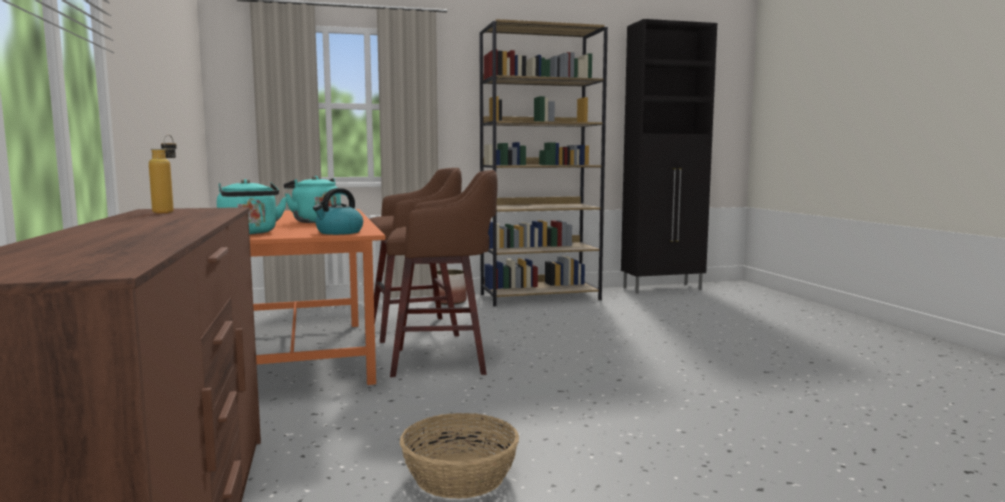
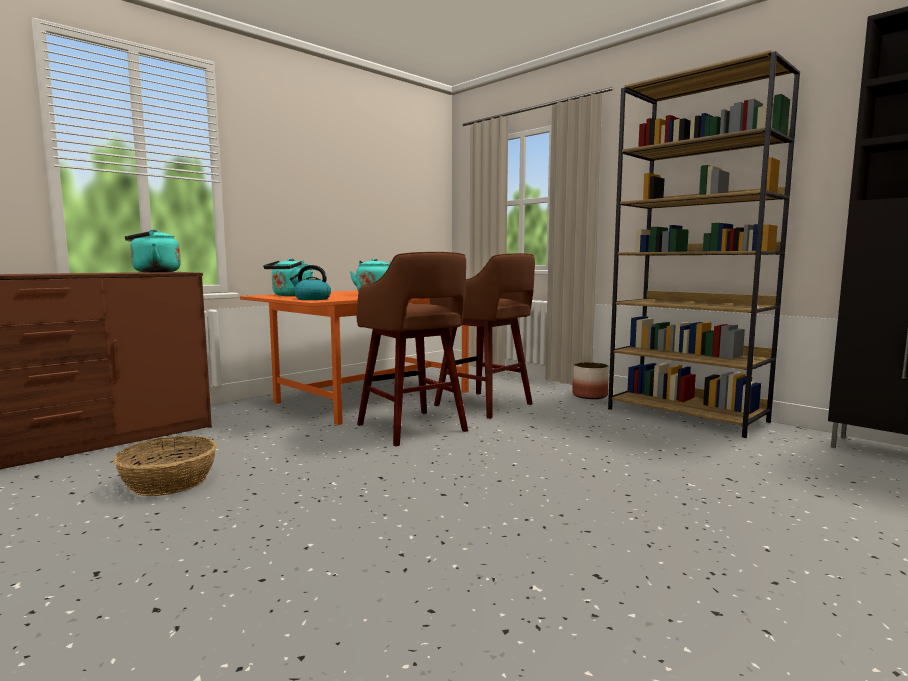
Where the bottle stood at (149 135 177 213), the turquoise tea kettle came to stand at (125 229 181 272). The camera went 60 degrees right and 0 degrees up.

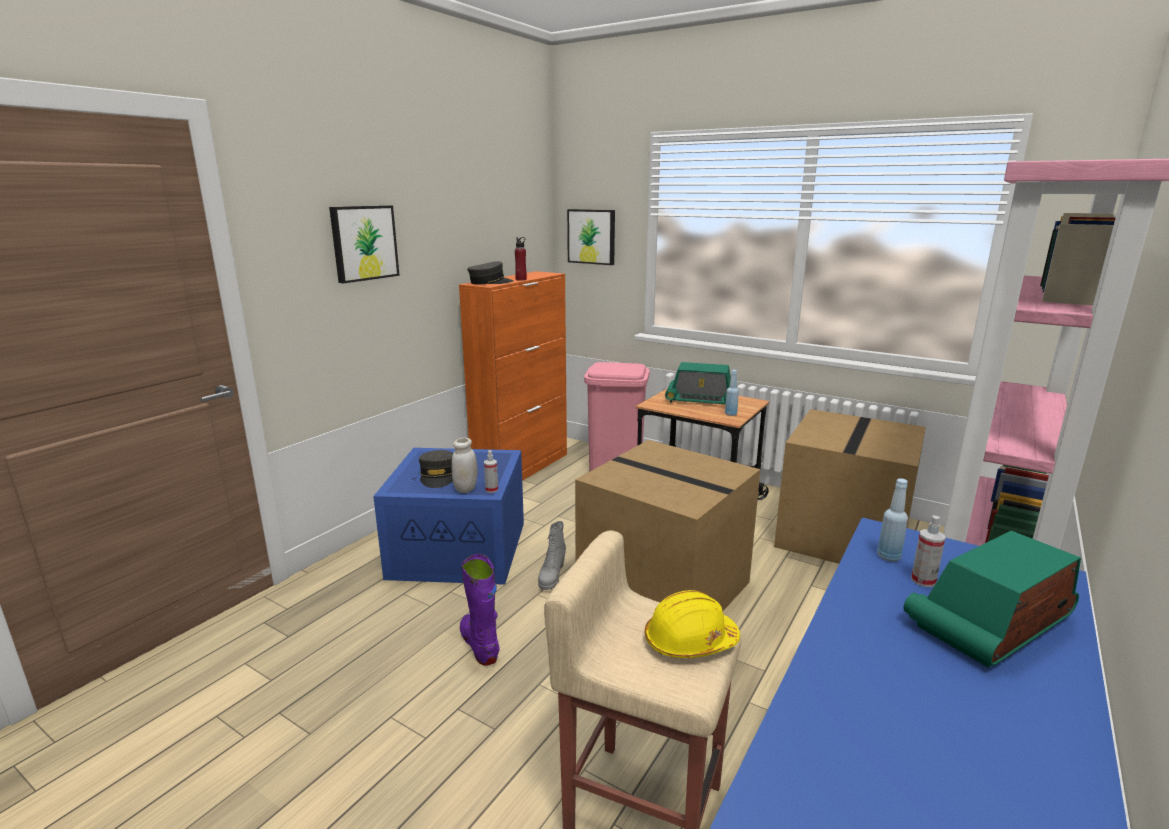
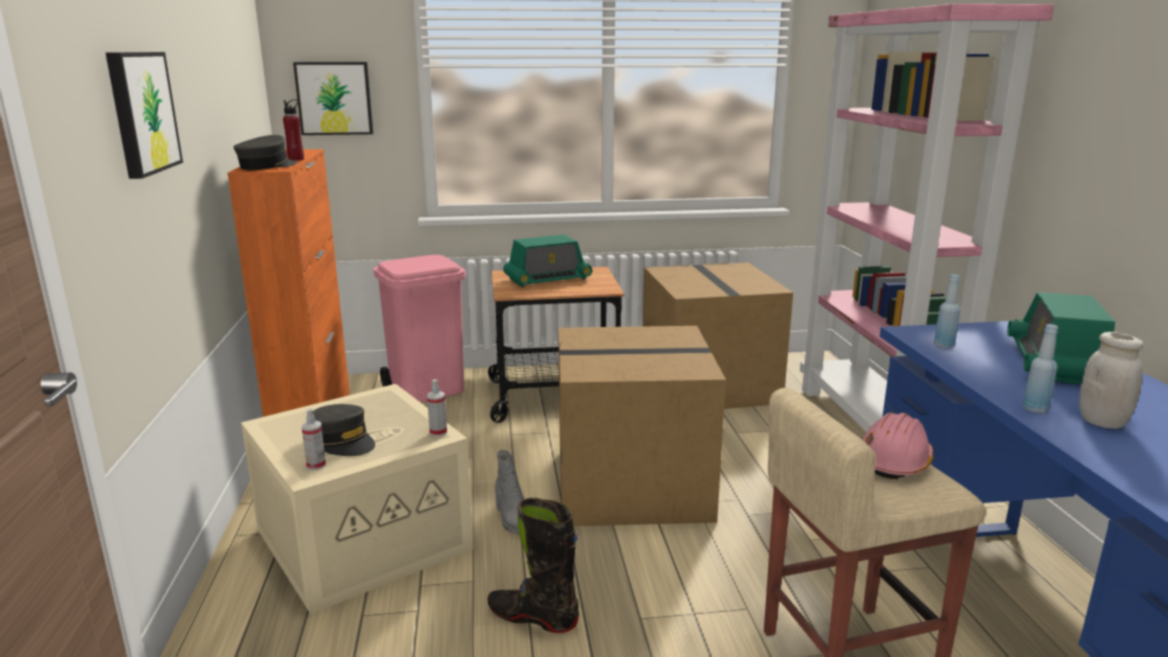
The blue-coloured bottle ended up elsewhere, having gone from (725 370 739 416) to (1023 324 1058 413). The white storage jar ended up elsewhere, having gone from (451 438 478 493) to (1079 332 1144 429). What was the blue-coloured storage container at (373 448 524 585) turned into the beige-coloured storage container at (241 384 473 614). The hand sprayer ended up elsewhere, having gone from (911 515 945 587) to (301 409 326 470). What was the purple-coloured high-top boot at (460 554 500 666) turned into the black-coloured high-top boot at (487 498 579 633). What was the yellow work helmet at (645 590 740 658) turned into the pink work helmet at (863 412 934 479). The camera went 40 degrees left and 0 degrees up.

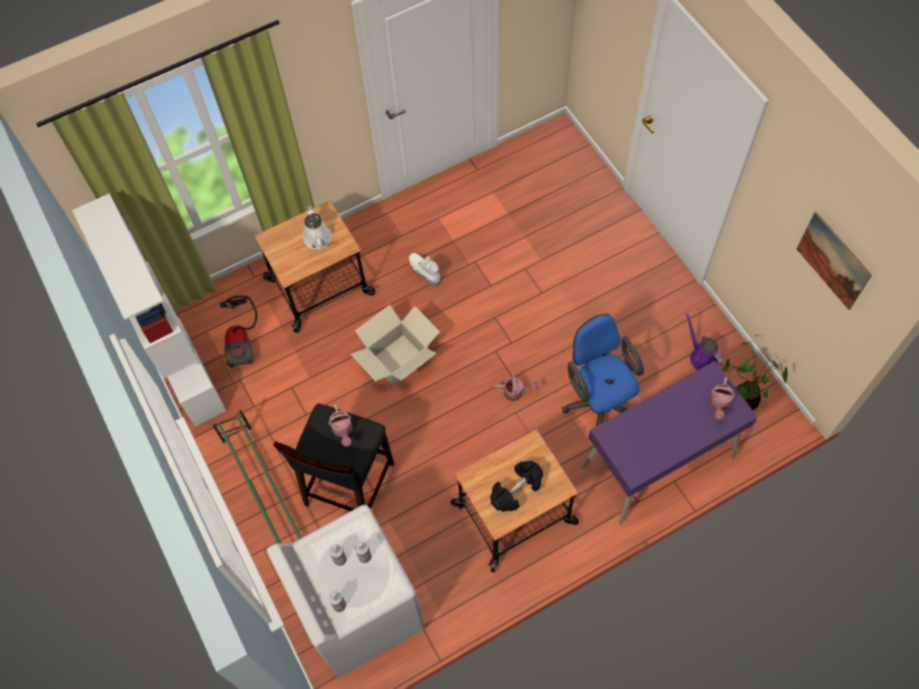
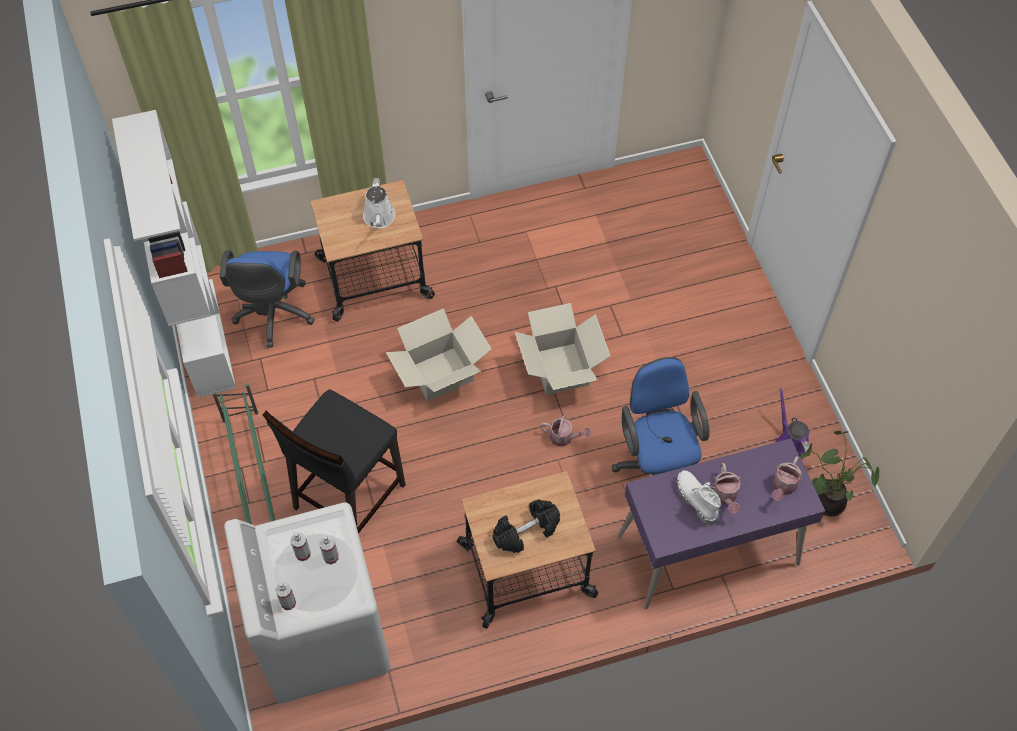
The second view lost the wall art at (797 212 872 310). The white high-top boot ended up elsewhere, having gone from (409 253 440 286) to (677 470 721 525). Where the vacuum stood at (220 295 257 368), the blue-coloured desk chair came to stand at (220 250 315 348). The watering can ended up elsewhere, having gone from (328 403 353 446) to (713 463 742 514). The second view gained the carton at (515 303 610 395). The camera went 10 degrees right and 5 degrees down.

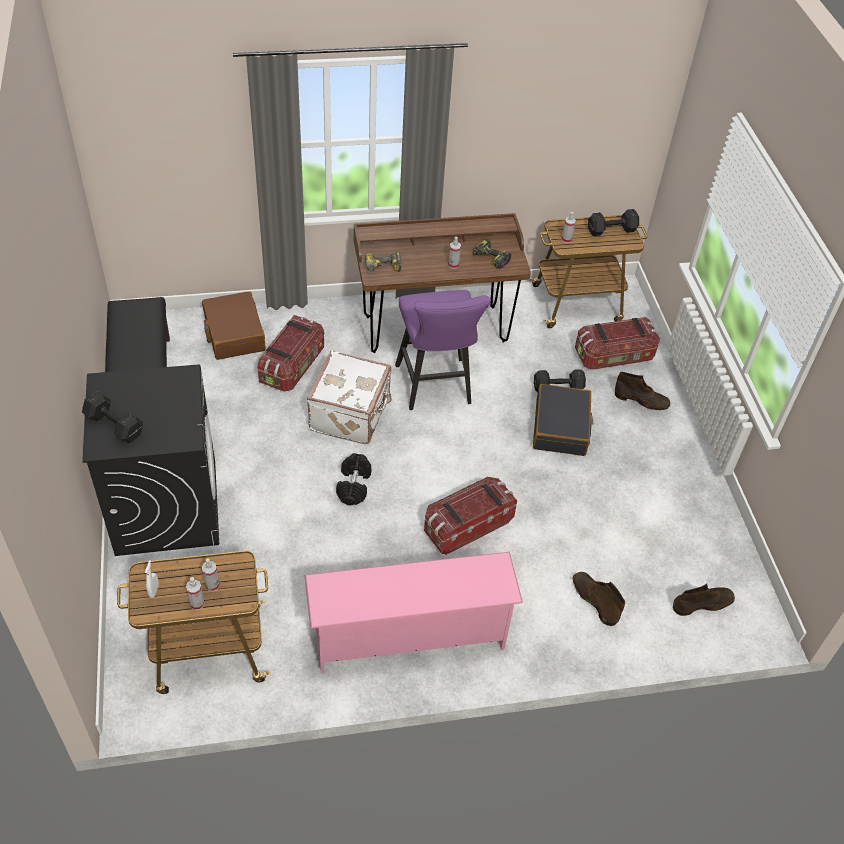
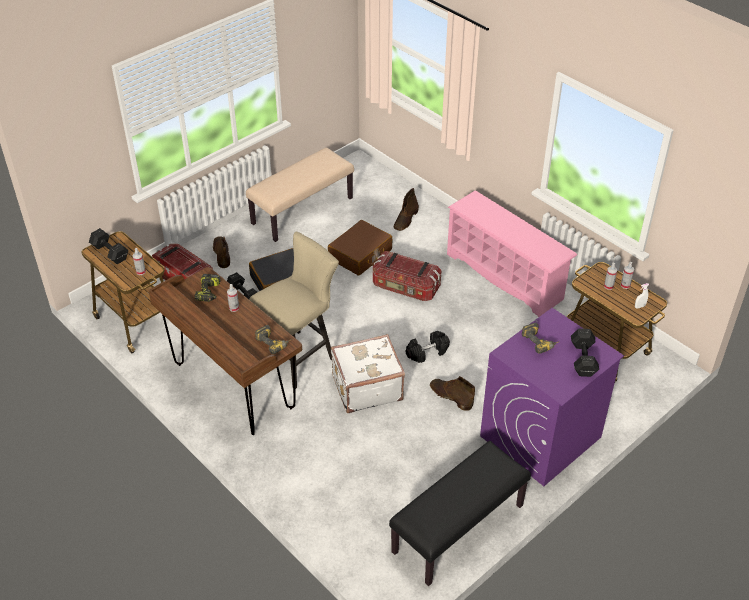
What was the purple-coloured stool at (395 290 491 410) turned into the beige-coloured stool at (249 232 339 389). The brown suitcase ended up elsewhere, having gone from (202 291 265 360) to (328 220 392 276). The second view lost the storage container at (257 315 324 392). What was the black-coloured washing machine at (82 364 219 556) turned into the purple-coloured washing machine at (480 308 624 486). The brown high-top boot ended up elsewhere, having gone from (673 584 735 616) to (430 376 475 411). The second view gained the beige-coloured indoor bench at (246 148 354 242). The second view gained the drill at (521 322 560 354). The camera went 120 degrees left and 5 degrees down.

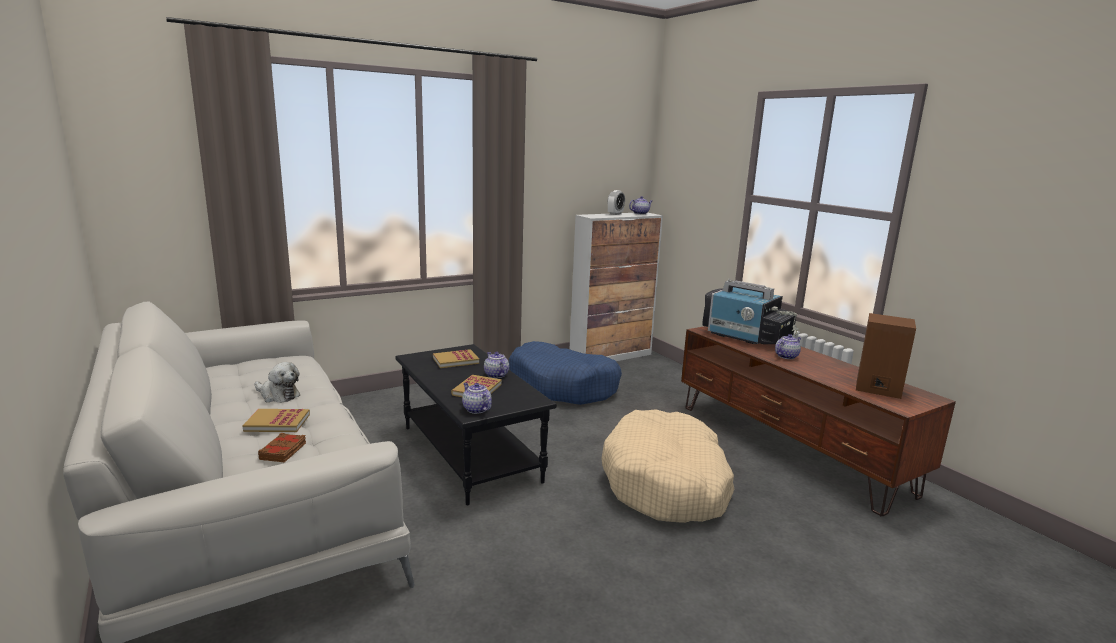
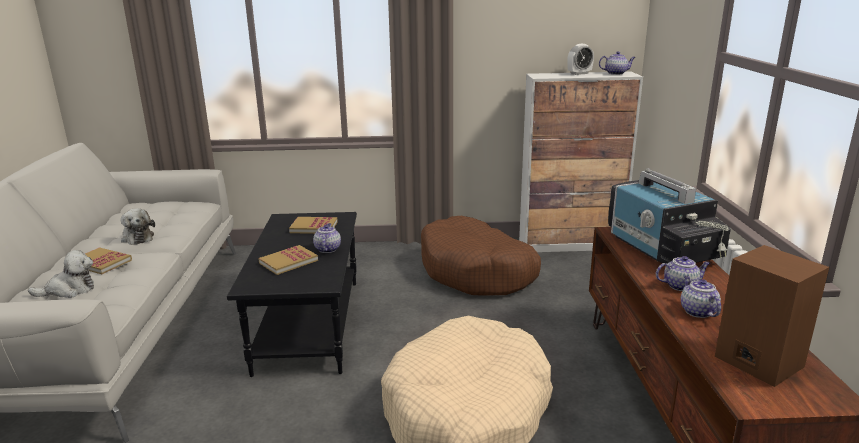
What was the blue-coloured dog bed at (509 341 622 405) turned into the brown dog bed at (421 216 541 295). The tea pot ended up elsewhere, having gone from (462 383 492 414) to (681 275 721 318). Where the brown bound book stood at (258 433 306 462), the soft toy came to stand at (28 250 94 298). The camera went 30 degrees right and 5 degrees up.

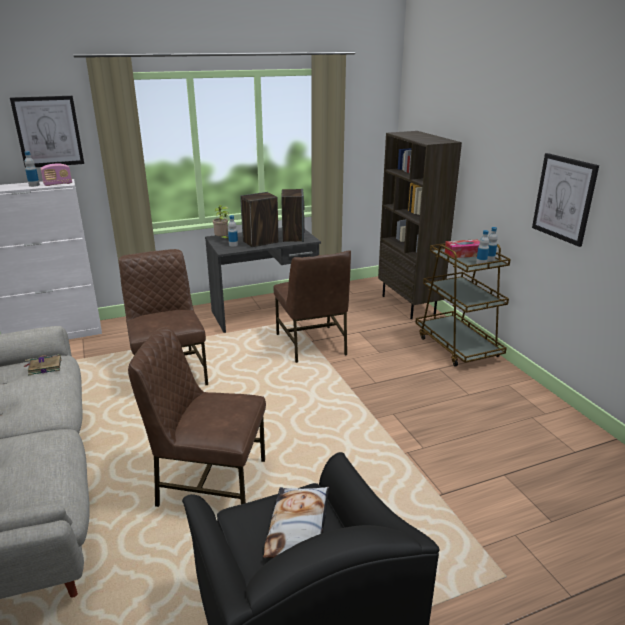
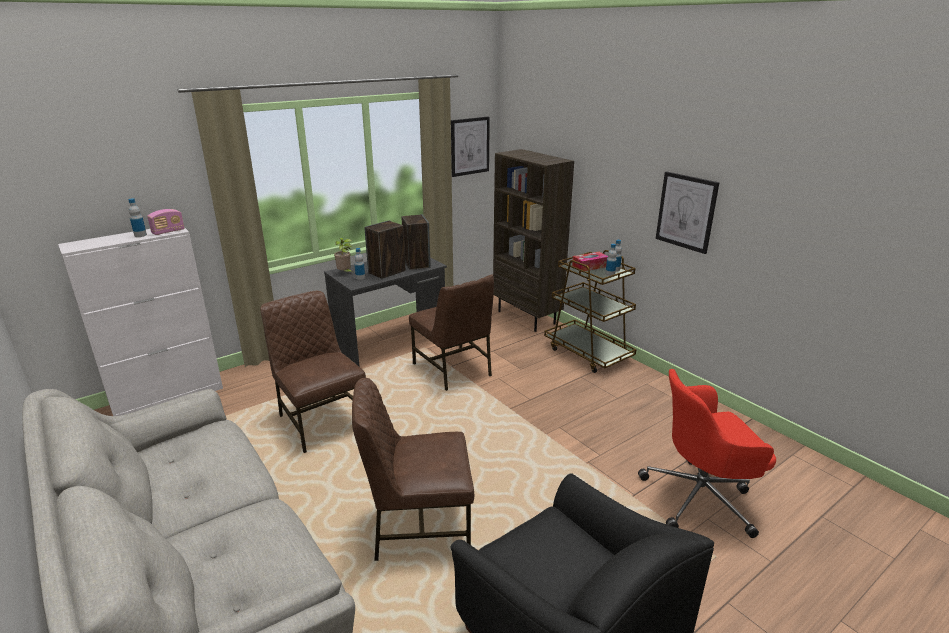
The wall art ended up elsewhere, having gone from (10 96 84 168) to (451 117 490 177). The second view lost the bound book at (24 354 62 375). The second view lost the pillow at (263 487 329 558). The second view gained the red desk chair at (638 369 776 538). The camera went 15 degrees left and 0 degrees up.

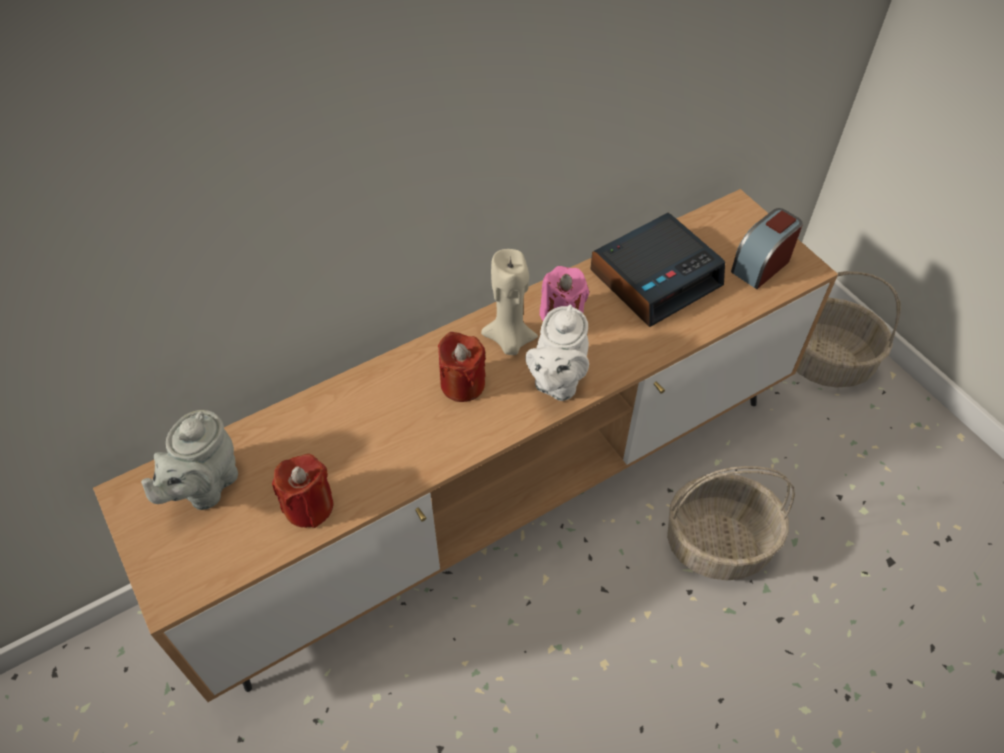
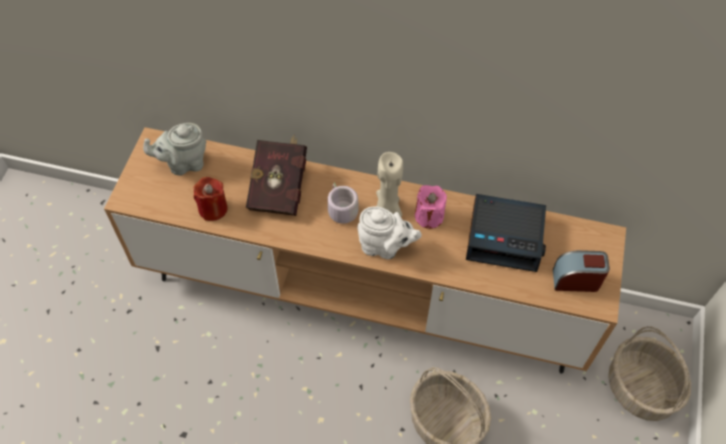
The white tea pot at (525 304 589 401) ended up facing another way, 135 degrees counterclockwise from before. Where the red wax candle stood at (438 332 486 402), the grey mug came to stand at (328 182 359 232). The second view gained the red bound book at (246 134 307 216). The camera went 45 degrees right and 5 degrees up.

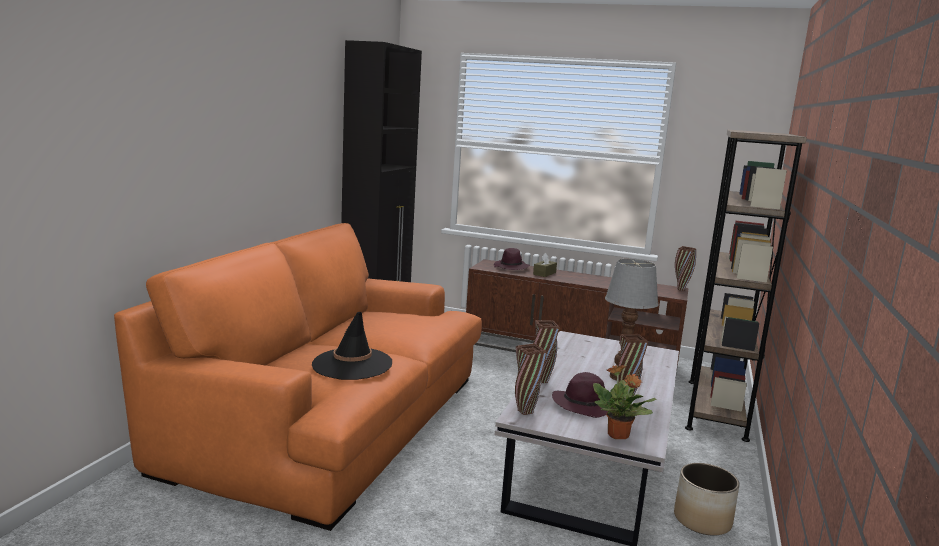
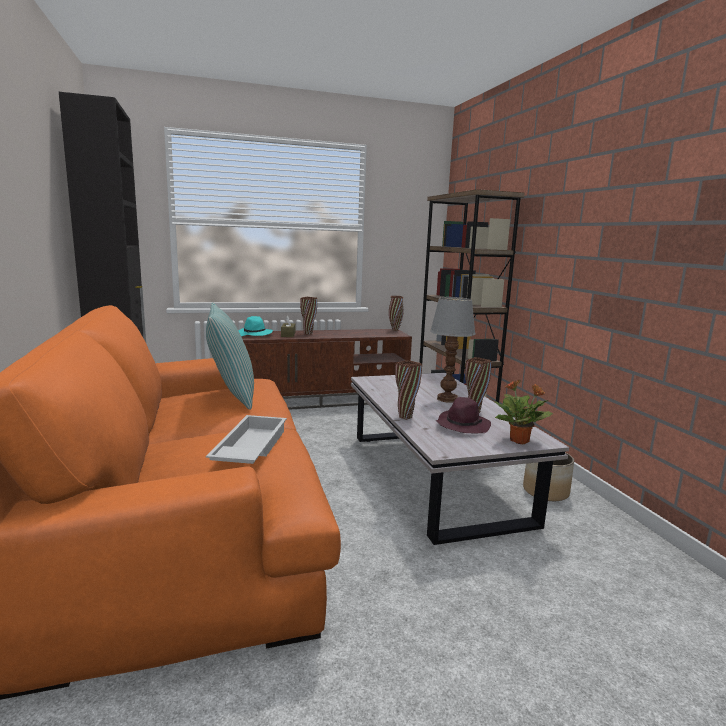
What was the purple-coloured wearable hat at (494 248 530 270) turned into the turquoise wearable hat at (238 316 273 336). Where the black-coloured wearable hat stood at (312 312 392 380), the white serving tray came to stand at (206 415 287 464). The brown flower vase ended up elsewhere, having gone from (515 343 547 415) to (300 297 317 335). The second view gained the pillow at (206 303 254 410). The camera went 35 degrees left and 0 degrees up.

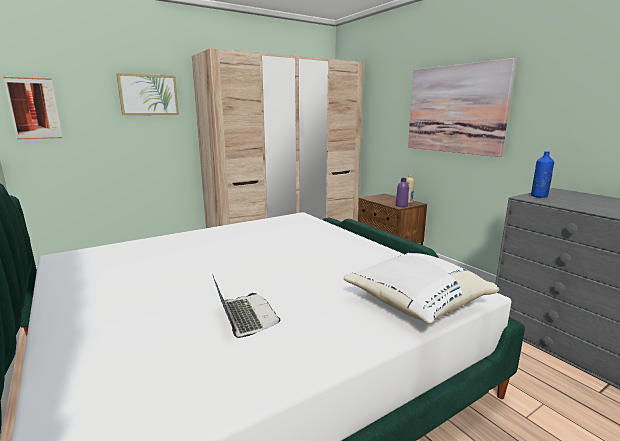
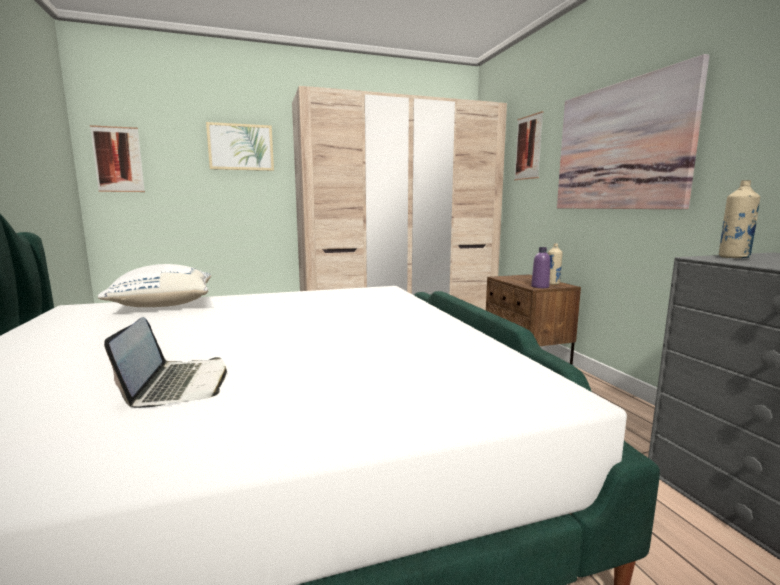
What was the blue-coloured bottle at (531 151 554 198) turned into the beige-coloured bottle at (719 180 760 258). The white pillow ended up elsewhere, having gone from (343 253 499 324) to (98 264 211 307). The second view gained the wall art at (514 111 543 180). The camera went 15 degrees right and 5 degrees down.

